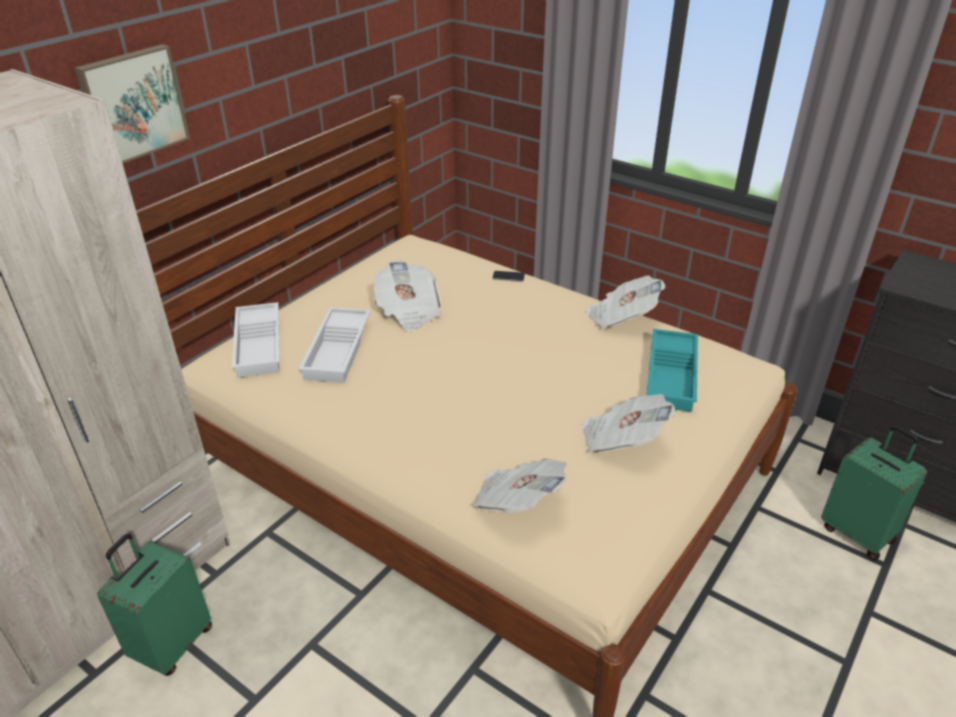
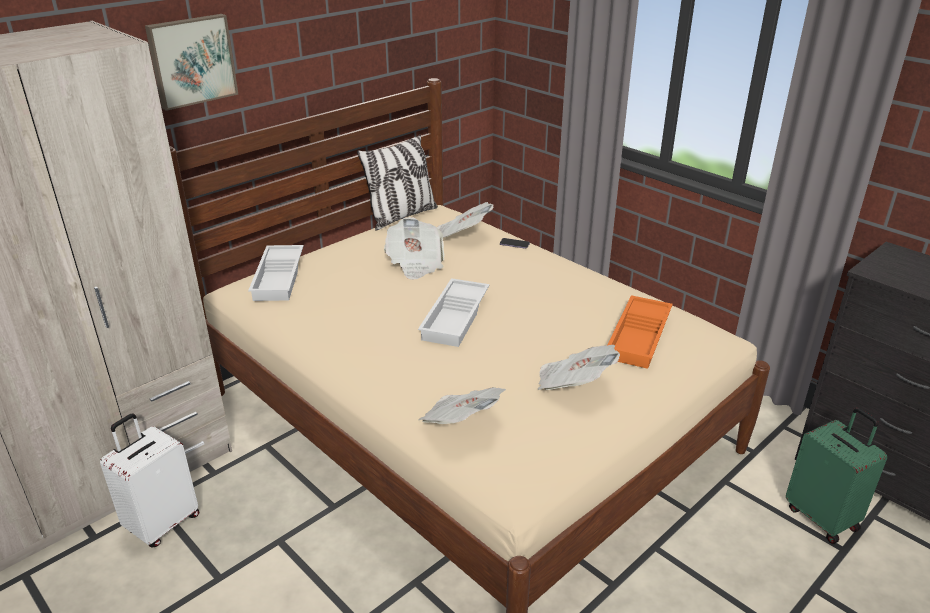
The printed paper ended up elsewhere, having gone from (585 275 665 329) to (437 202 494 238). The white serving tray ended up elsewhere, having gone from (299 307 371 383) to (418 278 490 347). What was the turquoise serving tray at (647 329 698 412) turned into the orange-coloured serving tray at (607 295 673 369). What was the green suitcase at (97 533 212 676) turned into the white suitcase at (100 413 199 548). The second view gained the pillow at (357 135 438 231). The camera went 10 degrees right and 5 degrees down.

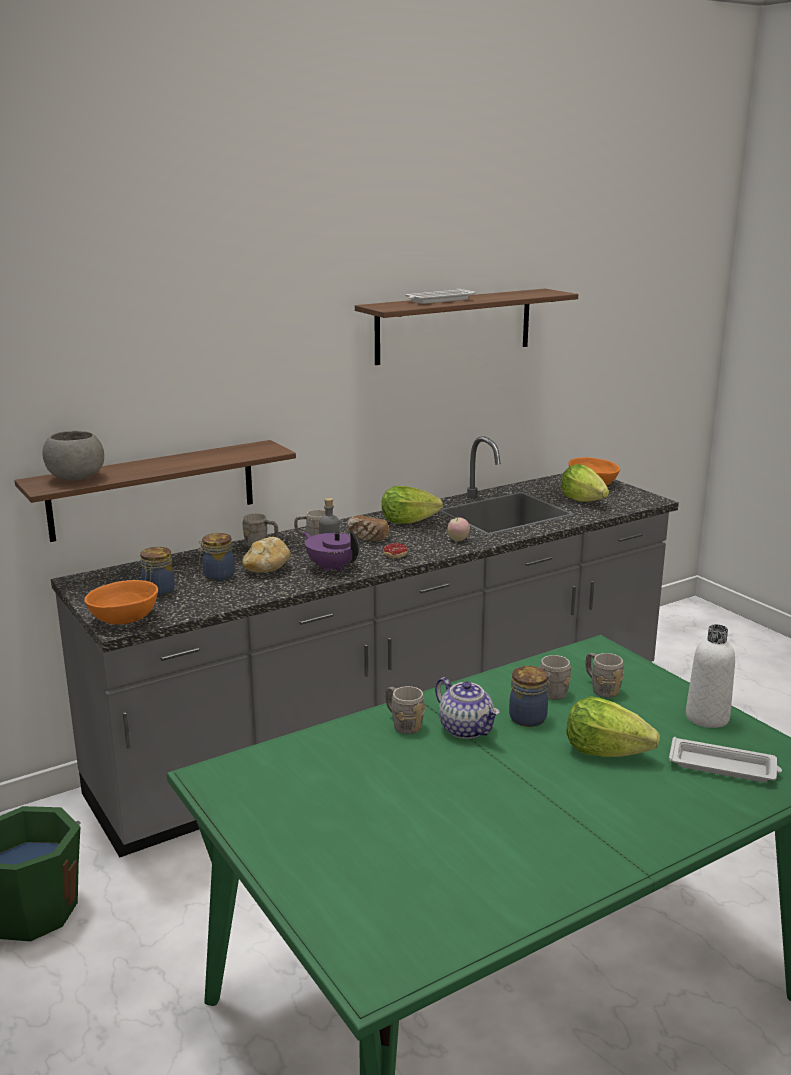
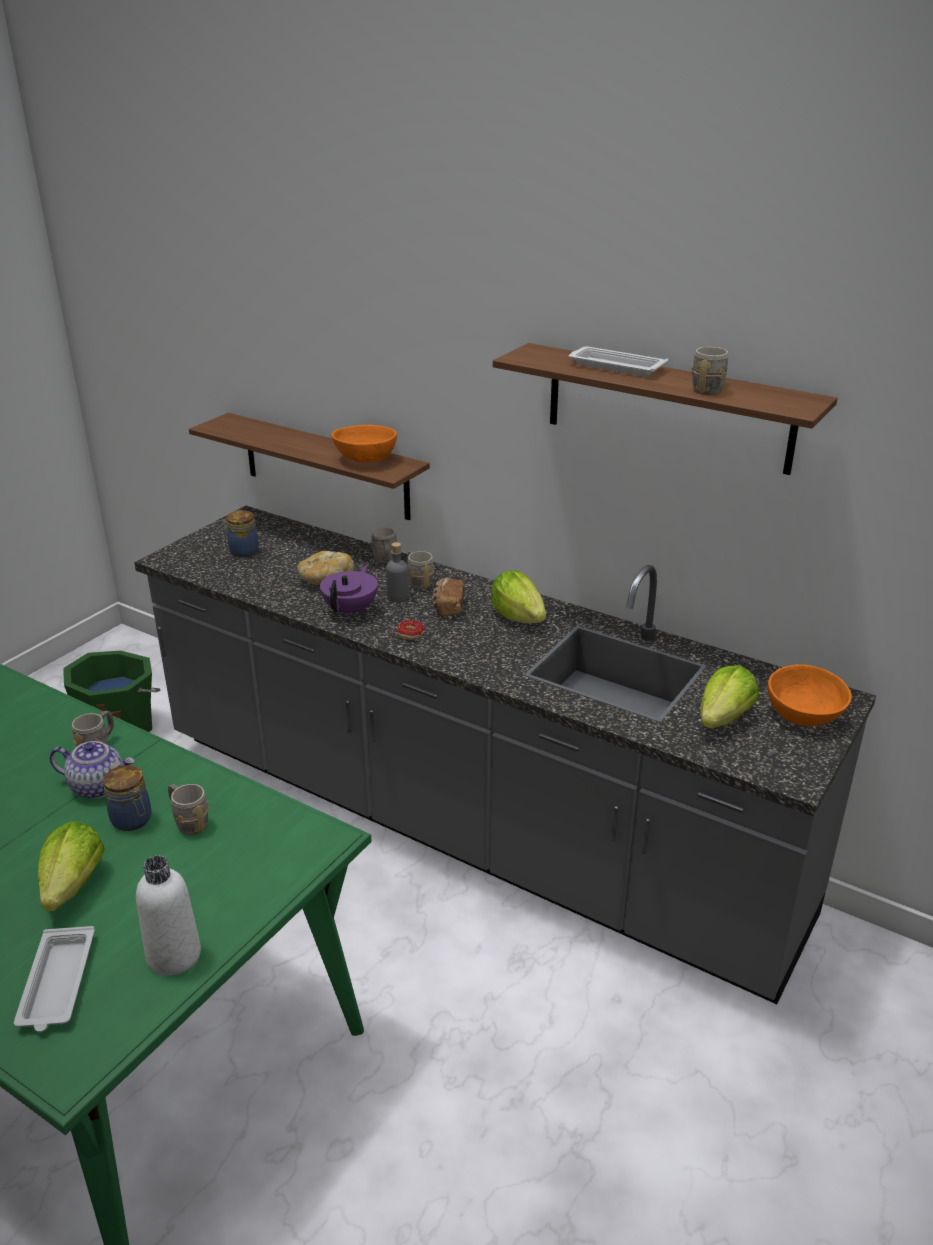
The second view lost the grey deep dish at (42 430 104 481). The second view lost the apple fruit at (447 516 470 541). The second view lost the storage jar at (198 533 235 581). The orange-coloured deep dish ended up elsewhere, having gone from (84 580 158 625) to (332 425 397 463). The grey mug ended up elsewhere, having gone from (586 653 624 698) to (691 347 728 395). The tea pot at (435 677 500 739) ended up facing another way, 105 degrees counterclockwise from before. The camera went 65 degrees right and 10 degrees up.

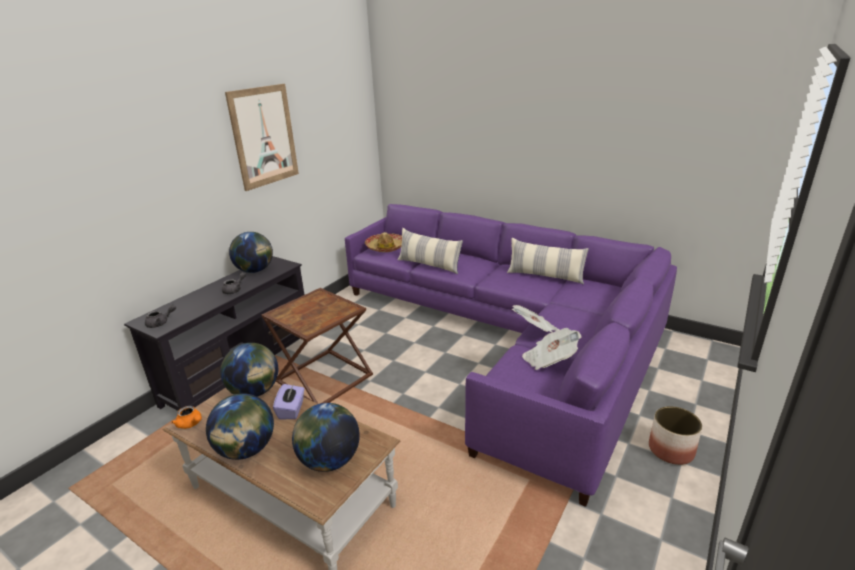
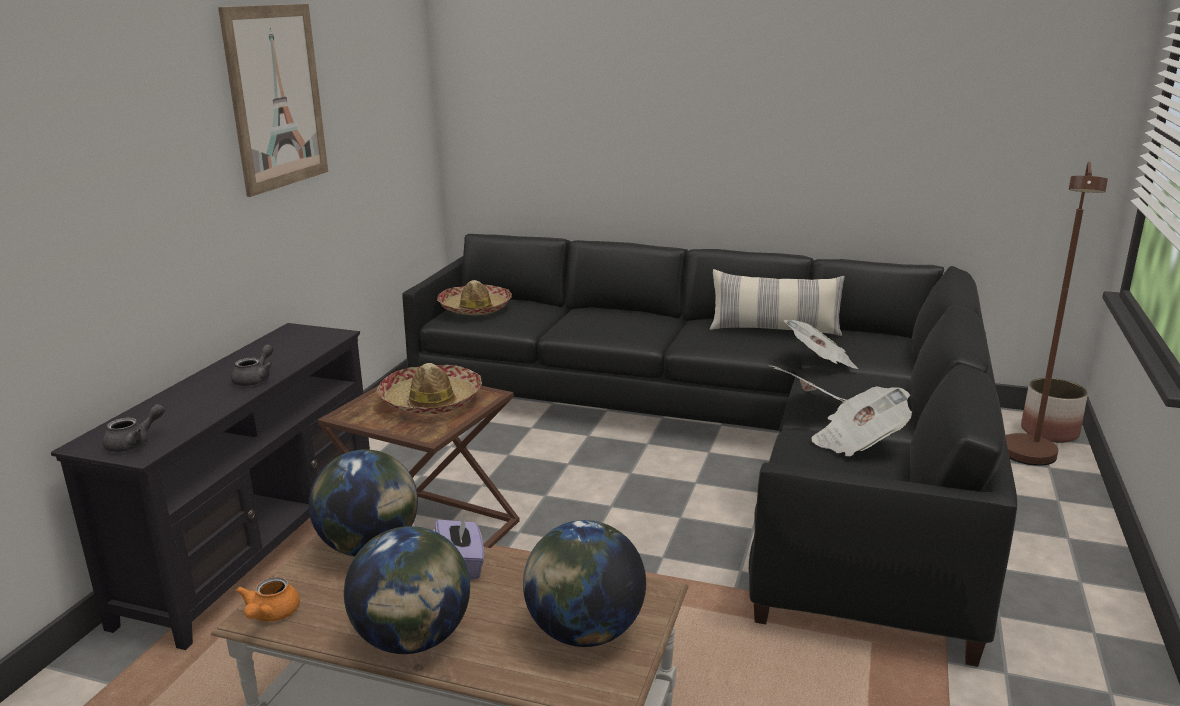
What was the purple-coloured settee at (345 204 677 507) turned into the black-coloured settee at (402 234 1017 667). The second view lost the pillow at (398 228 463 274). The second view lost the desk globe at (229 232 273 273). The orange-coloured tea pot at (171 406 202 429) ended up facing another way, 75 degrees clockwise from before. The planter ended up elsewhere, having gone from (649 406 702 465) to (1021 378 1088 443). The second view gained the brown standard lamp at (1005 162 1108 466). The second view gained the printed paper at (784 320 859 369). The second view gained the wearable hat at (377 363 482 414). The camera went 15 degrees left and 5 degrees down.

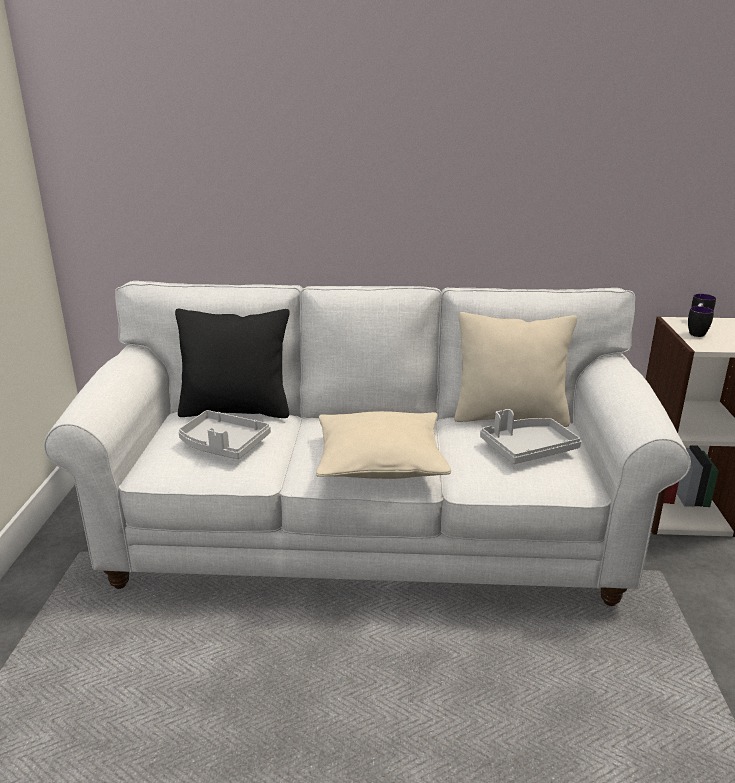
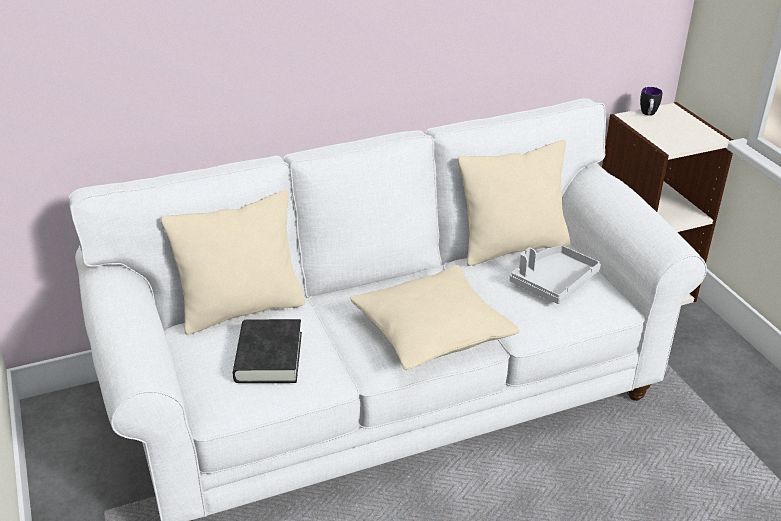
The second view lost the mug at (688 306 714 337). What was the black-coloured pillow at (175 309 290 418) turned into the beige-coloured pillow at (161 190 305 335). Where the grey serving tray stood at (178 410 271 459), the black-coloured bound book came to stand at (233 319 302 383). The camera went 25 degrees left and 10 degrees up.

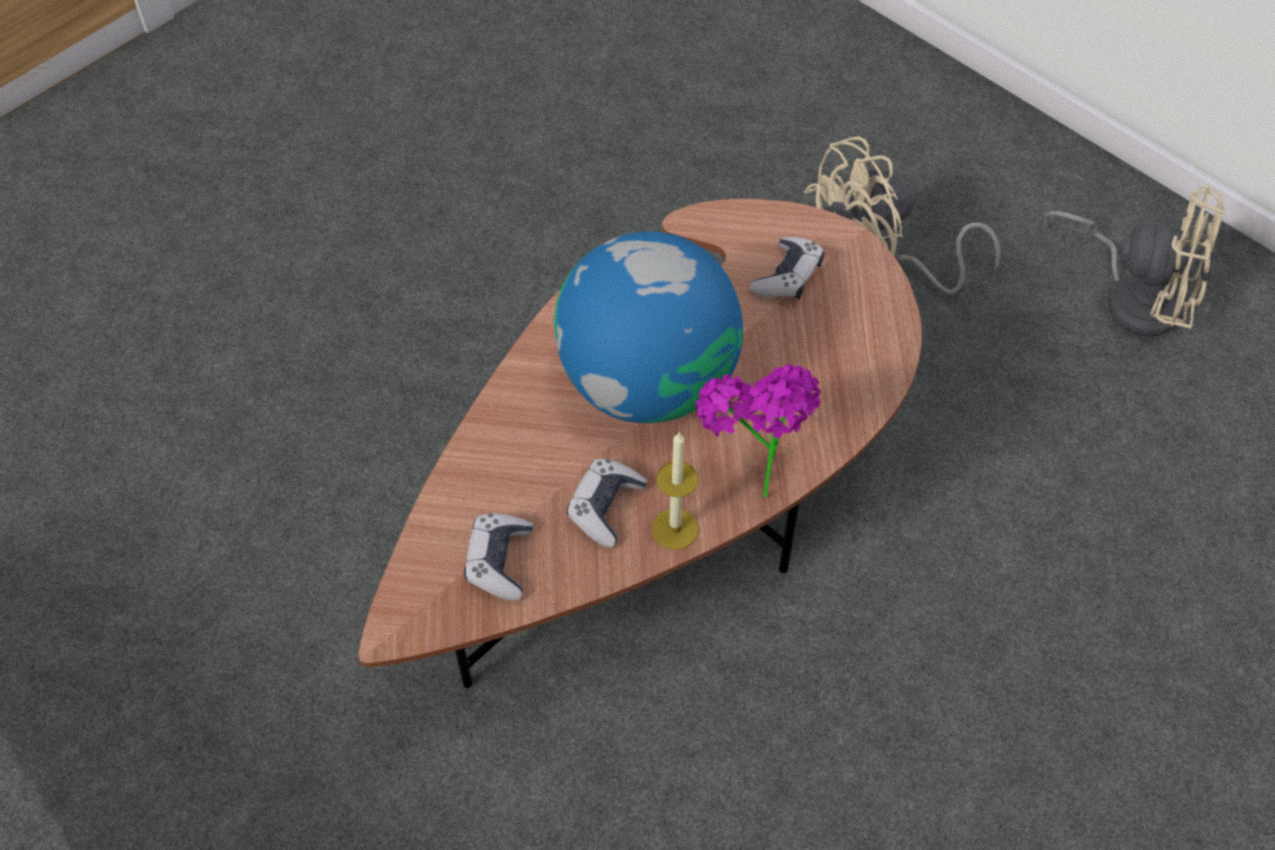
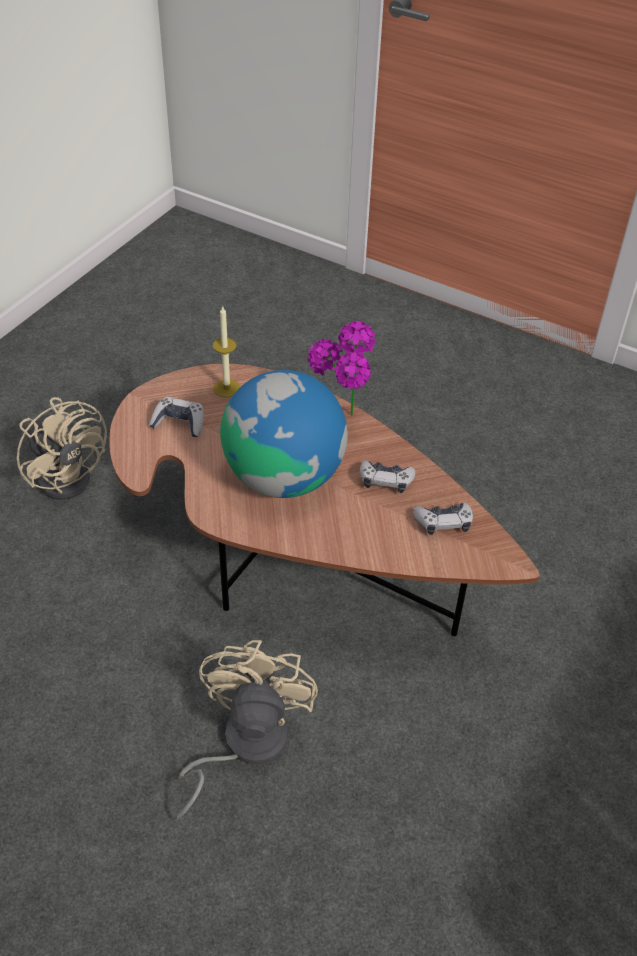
The beige-coloured electric fan ended up elsewhere, having gone from (1044 186 1225 337) to (173 640 318 821). The wax candle ended up elsewhere, having gone from (652 433 699 550) to (213 305 240 398). The camera went 105 degrees left and 10 degrees down.

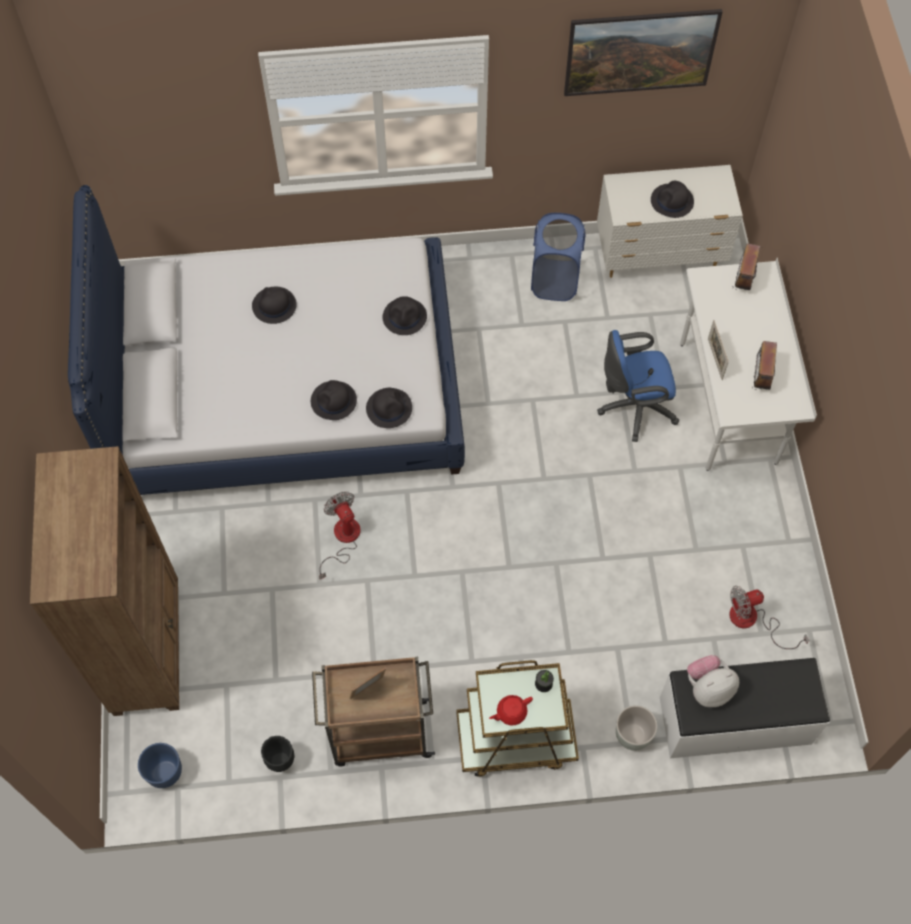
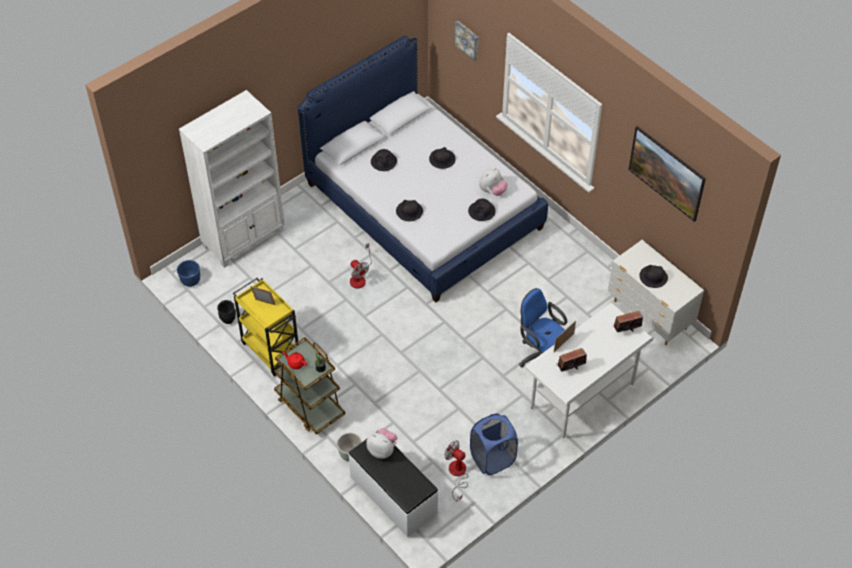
The blue-coloured laundry basket ended up elsewhere, having gone from (531 213 586 301) to (470 414 518 475). The black-coloured wearable hat ended up elsewhere, having gone from (366 388 412 428) to (371 149 397 171). What was the brown bookshelf at (30 446 179 716) turned into the white bookshelf at (179 90 285 268). The electric fan at (319 491 361 580) ended up facing another way, 120 degrees clockwise from before. What was the brown wheeled cart at (312 657 435 766) turned into the yellow wheeled cart at (233 277 299 377). The second view gained the wall art at (454 21 478 61). The second view gained the soft toy at (479 168 508 196). The camera went 55 degrees right and 10 degrees down.

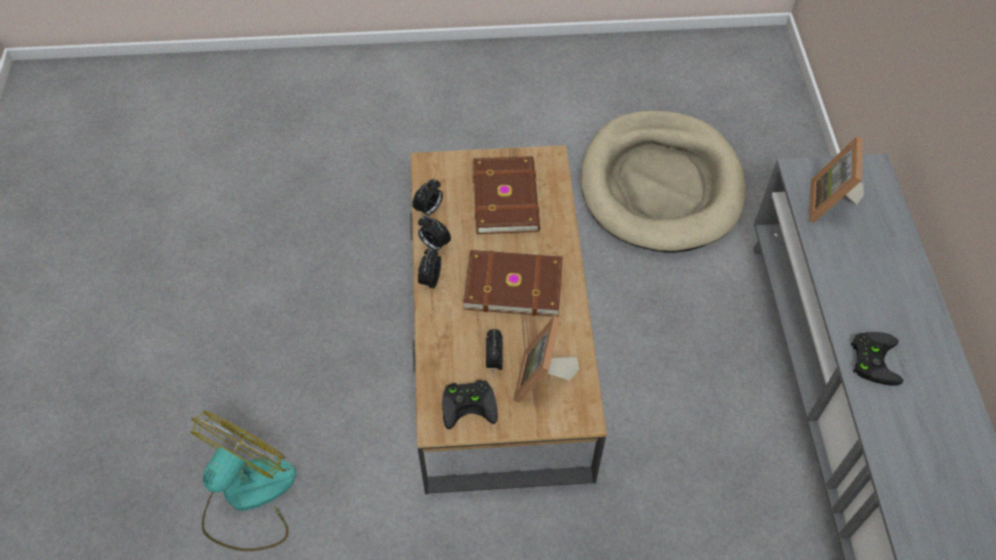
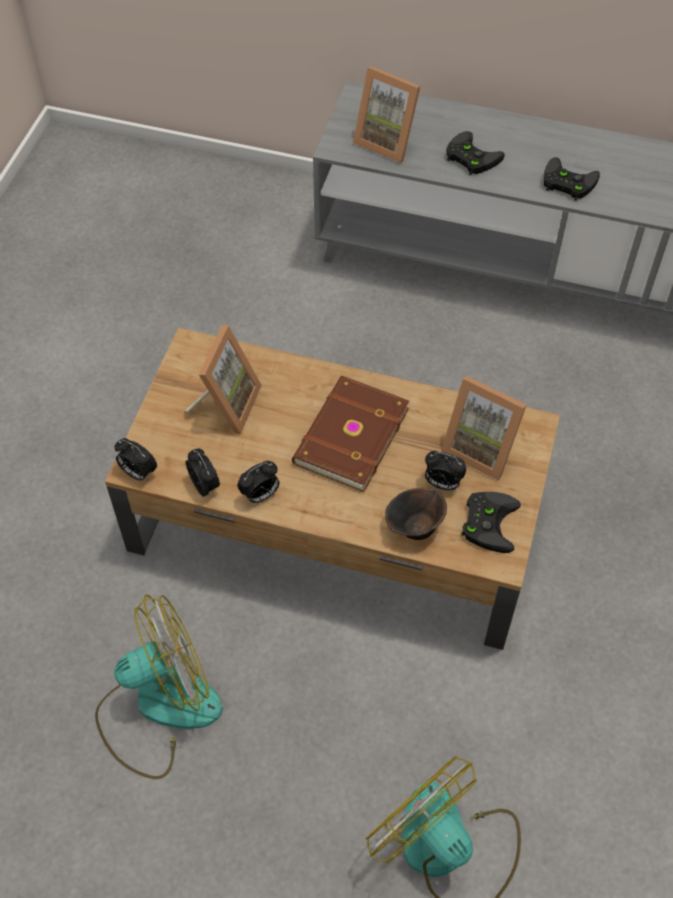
The second view lost the beige-coloured dog bed at (581 110 746 253). Where the brown bound book stood at (473 156 540 234), the photo frame came to stand at (184 325 262 434). The bedside clock ended up elsewhere, having gone from (418 249 441 289) to (114 438 157 481). The second view gained the black-coloured game controller at (446 131 505 175). The second view gained the brown deep dish at (385 488 447 540). The second view gained the electric fan at (95 595 223 779). The camera went 70 degrees left and 0 degrees up.

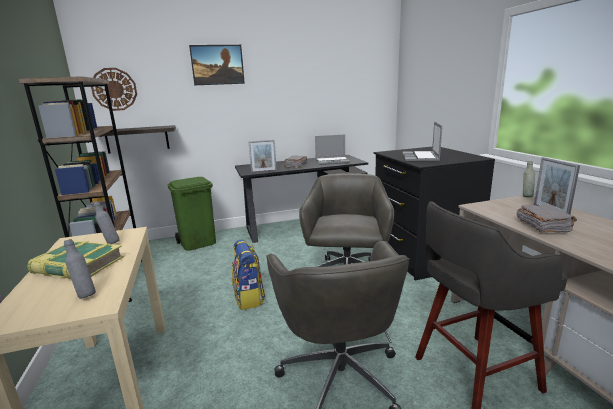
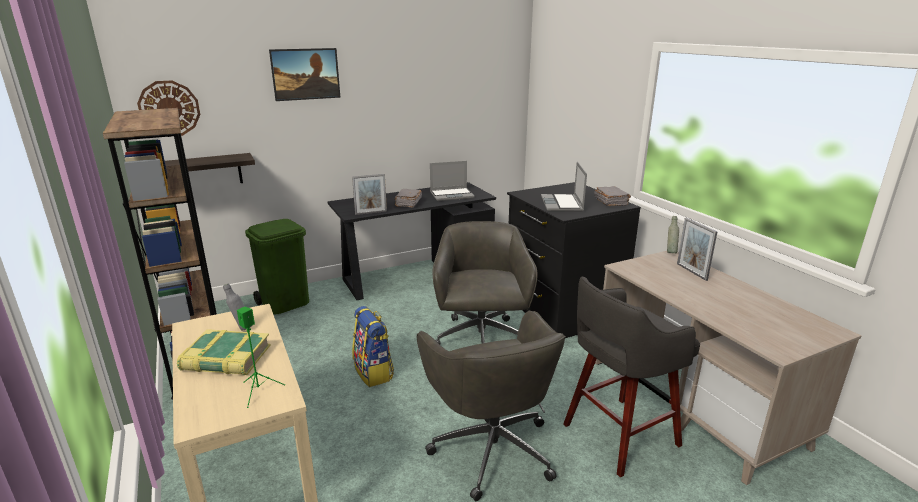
The grey bound book ended up elsewhere, having gone from (517 204 577 233) to (594 186 631 206). Where the grey bottle stood at (64 239 96 299), the green speaker came to stand at (237 306 285 408). The camera went 10 degrees left and 5 degrees up.

